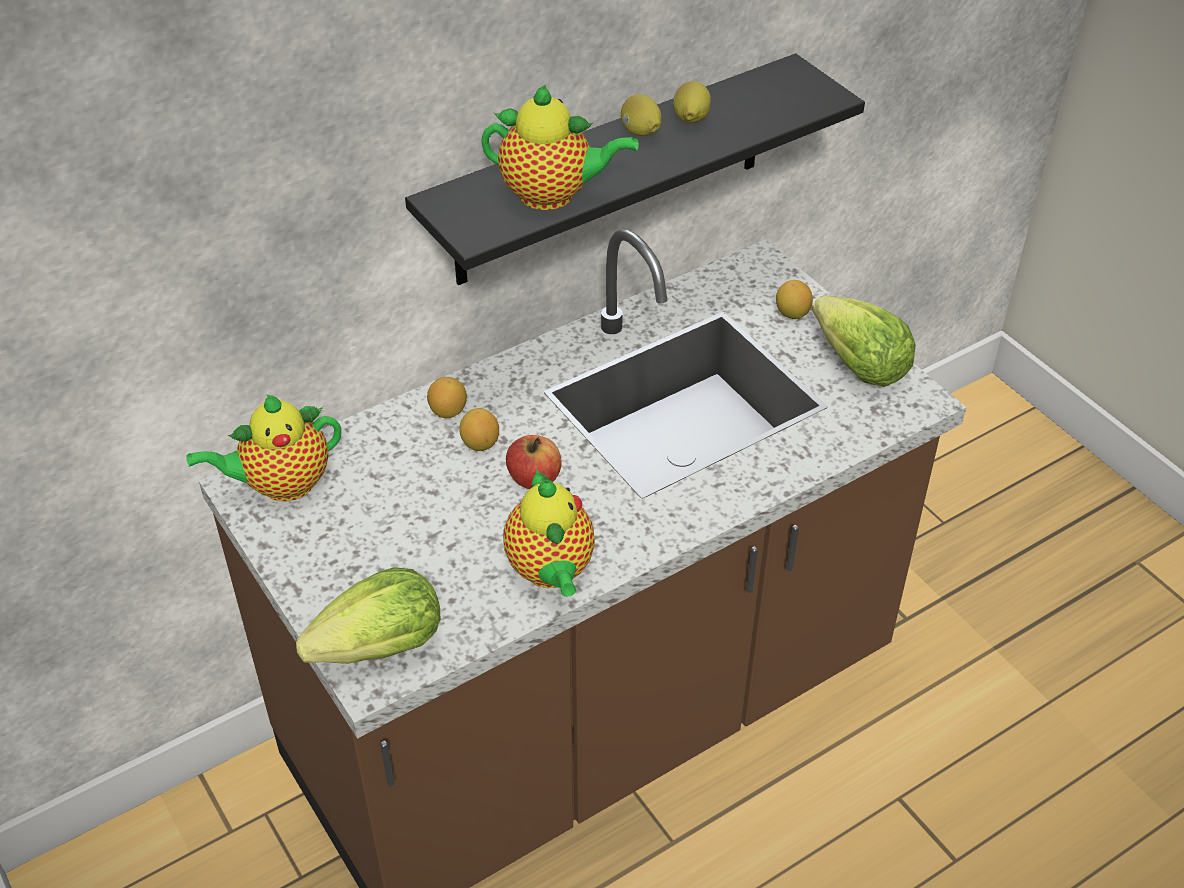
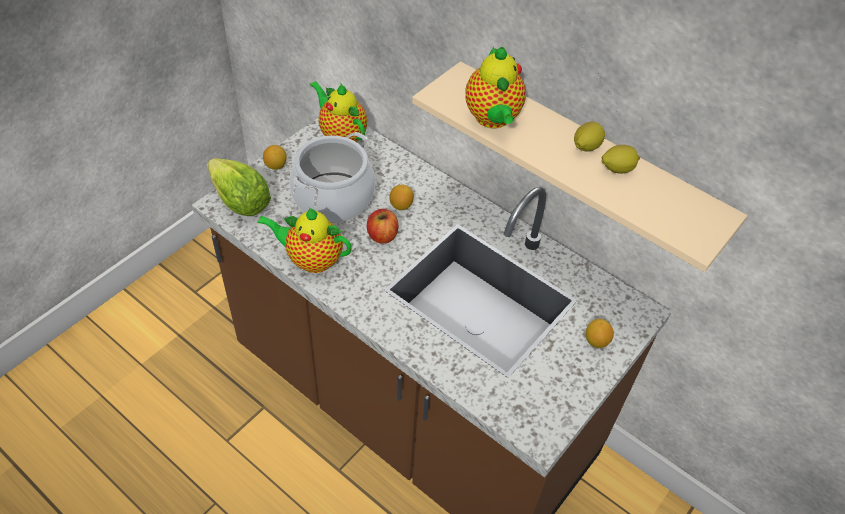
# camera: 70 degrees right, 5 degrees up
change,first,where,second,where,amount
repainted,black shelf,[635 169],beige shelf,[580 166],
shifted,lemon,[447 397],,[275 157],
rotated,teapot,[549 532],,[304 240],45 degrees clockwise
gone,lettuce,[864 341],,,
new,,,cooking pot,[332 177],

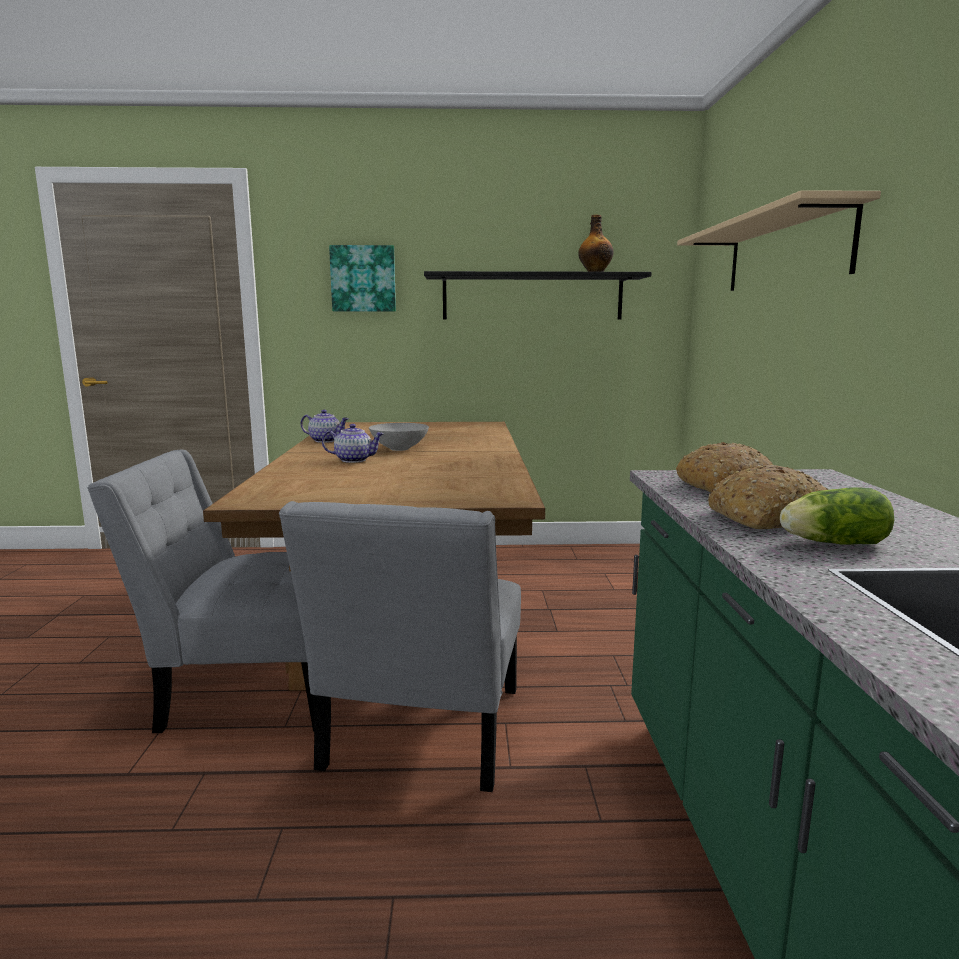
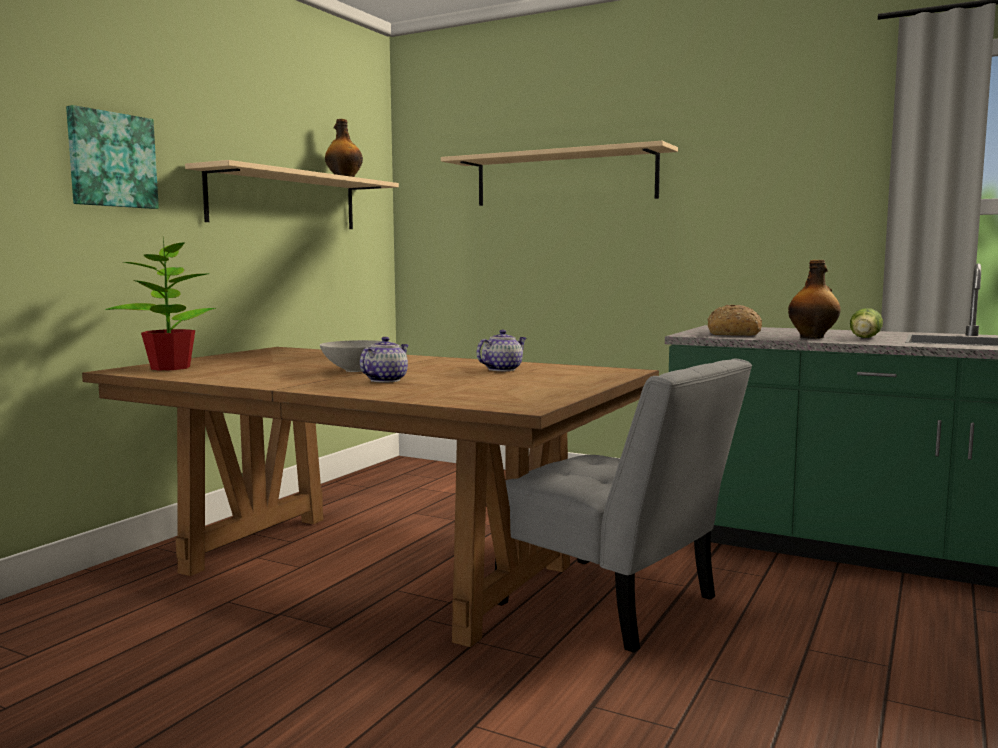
# camera: 60 degrees left, 5 degrees down
change,first,where,second,where,amount
gone,grey chair,[200 591],,,
shifted,teapot,[324 426],,[501 350],
repainted,black shelf,[538 295],beige shelf,[292 194],
swapped,bread,[768 497],bottle,[814 299],
new,,,potted plant,[160 304],

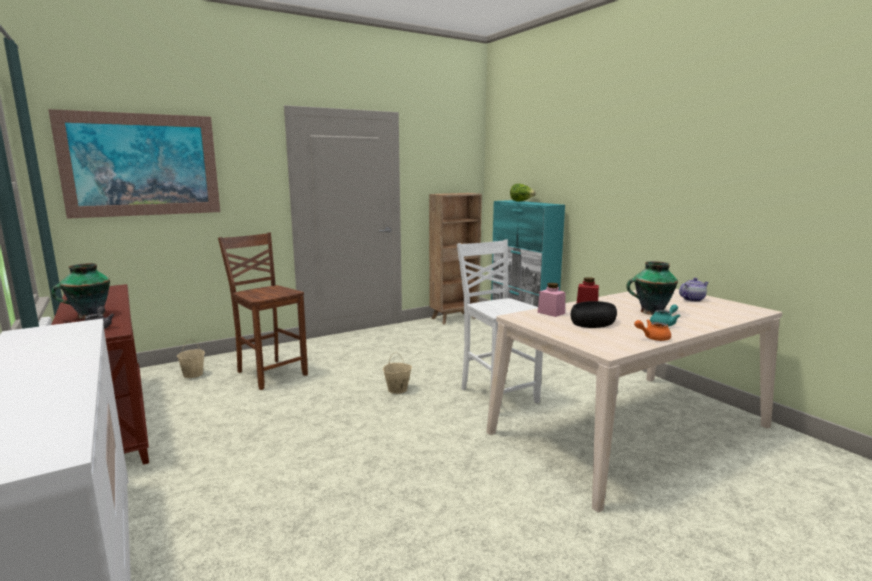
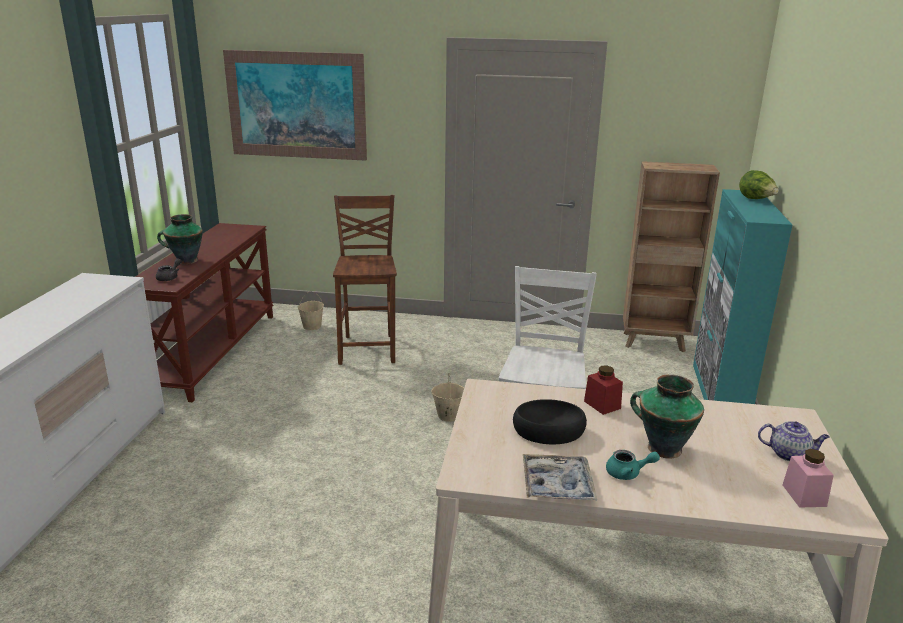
# camera: 40 degrees right, 10 degrees up
change,first,where,second,where,amount
shifted,pink jar,[551 300],,[808 478],
swapped,orange teapot,[652 330],tray,[560 477],

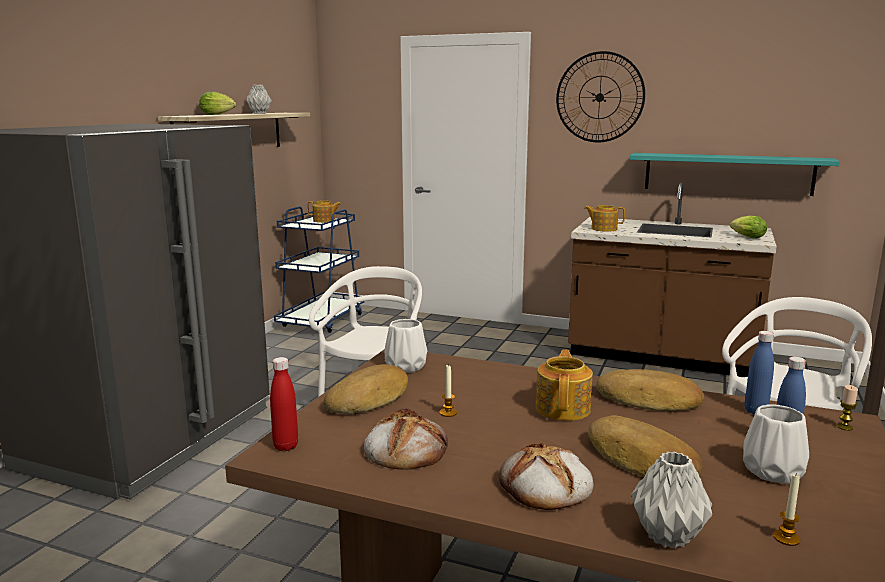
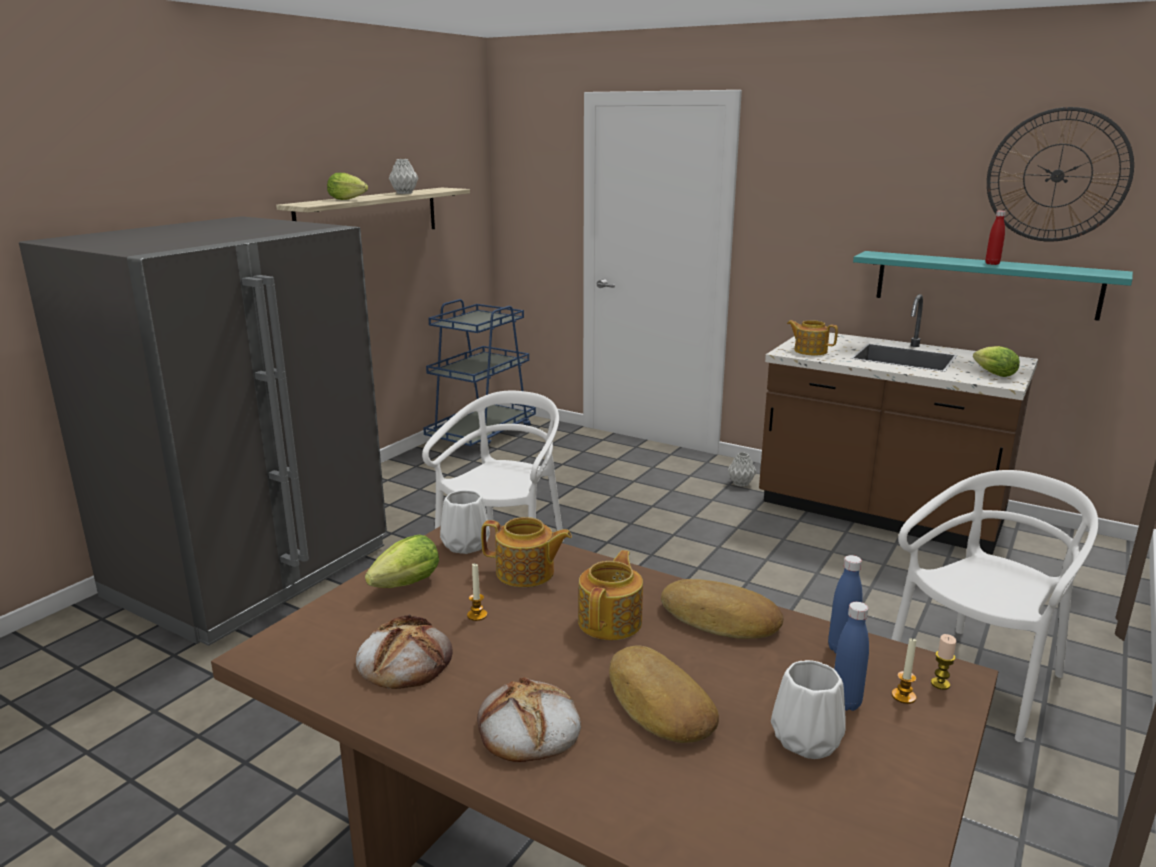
# camera: 10 degrees right, 5 degrees up
change,first,where,second,where,amount
shifted,red bottle,[284 404],,[995 238],
shifted,teapot,[324 211],,[526 552],
swapped,bread,[366 389],lettuce,[402 561],
shifted,wall clock,[600 96],,[1060 174],
shifted,grey vase,[671 499],,[742 469],
shifted,candle,[787 509],,[904 671],

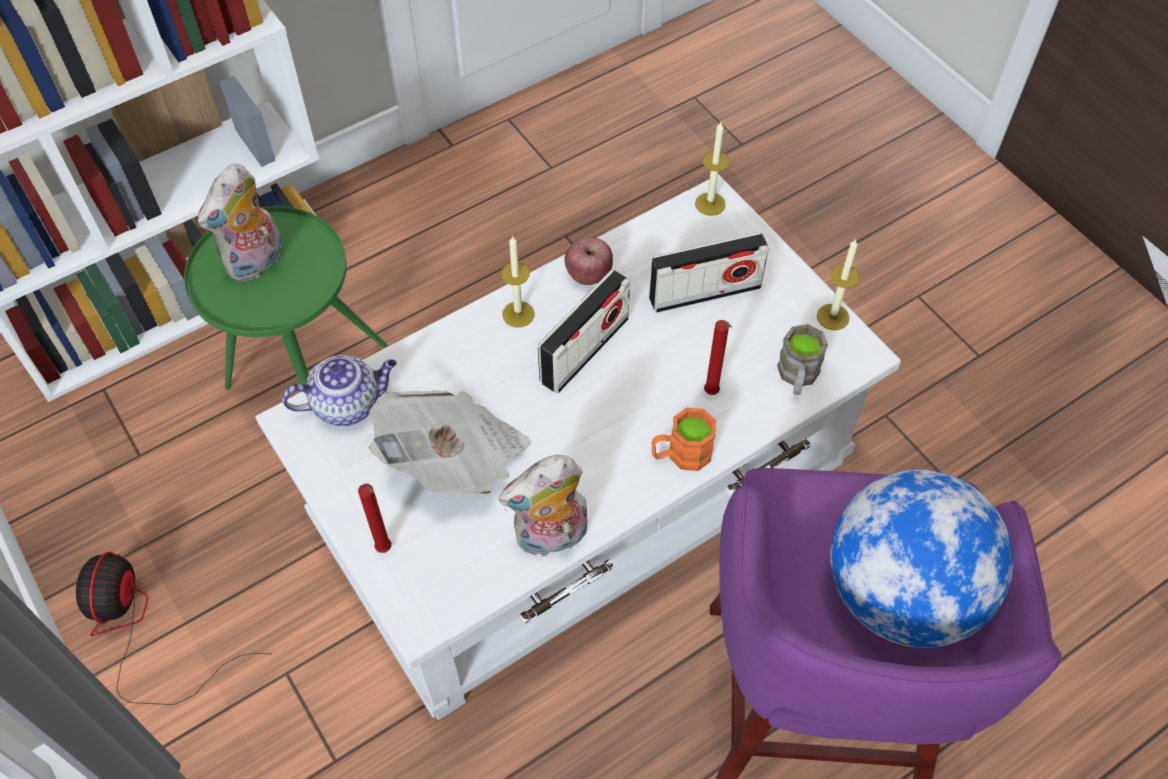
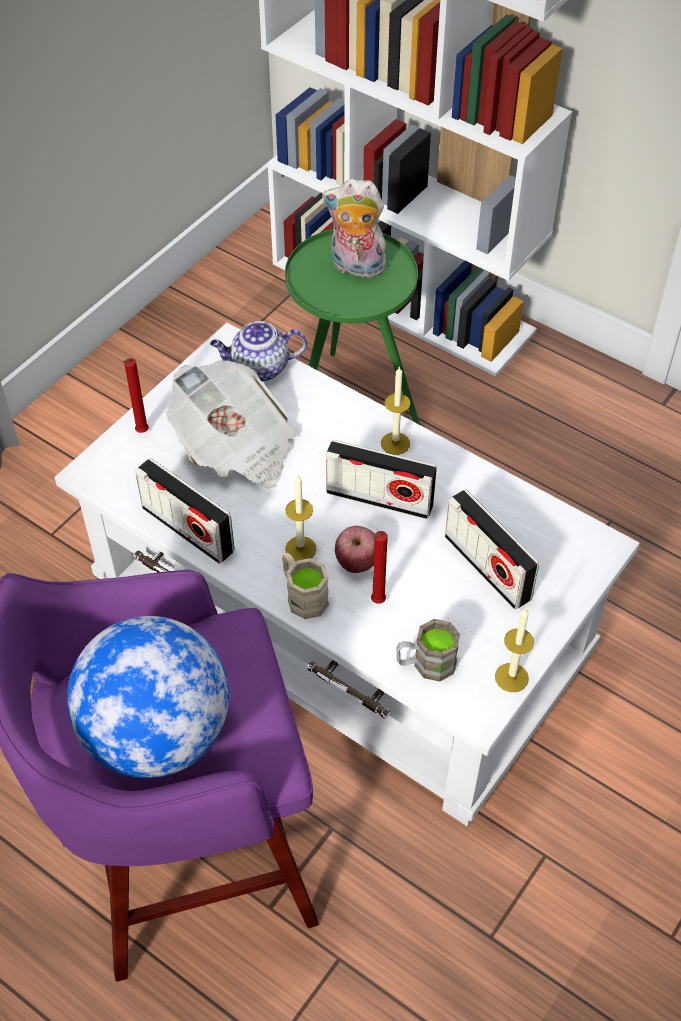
# camera: 70 degrees right, 5 degrees down
change,first,where,second,where,amount
gone,fan,[173 628],,,
rotated,teapot,[339 390],,[258 351],120 degrees clockwise
swapped,plush toy,[543 506],radio,[184 511],
shifted,apple,[588 261],,[355 549],
repainted,orange mug,[683 439],beige mug,[305 586],
shifted,candle,[712 169],,[301 518],

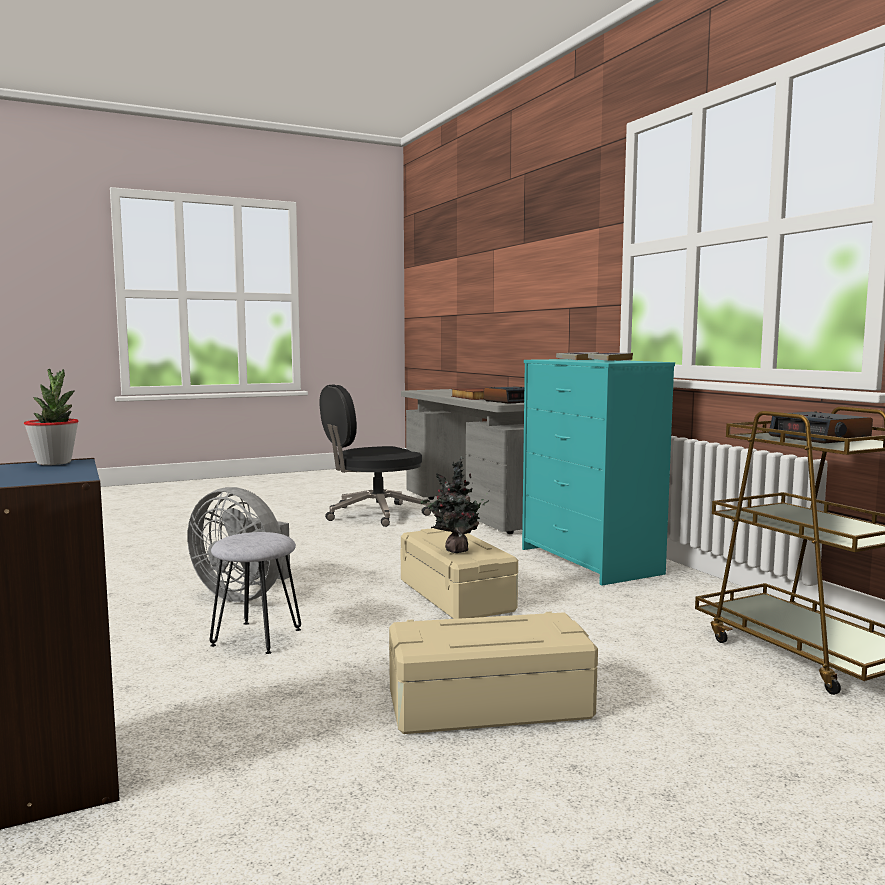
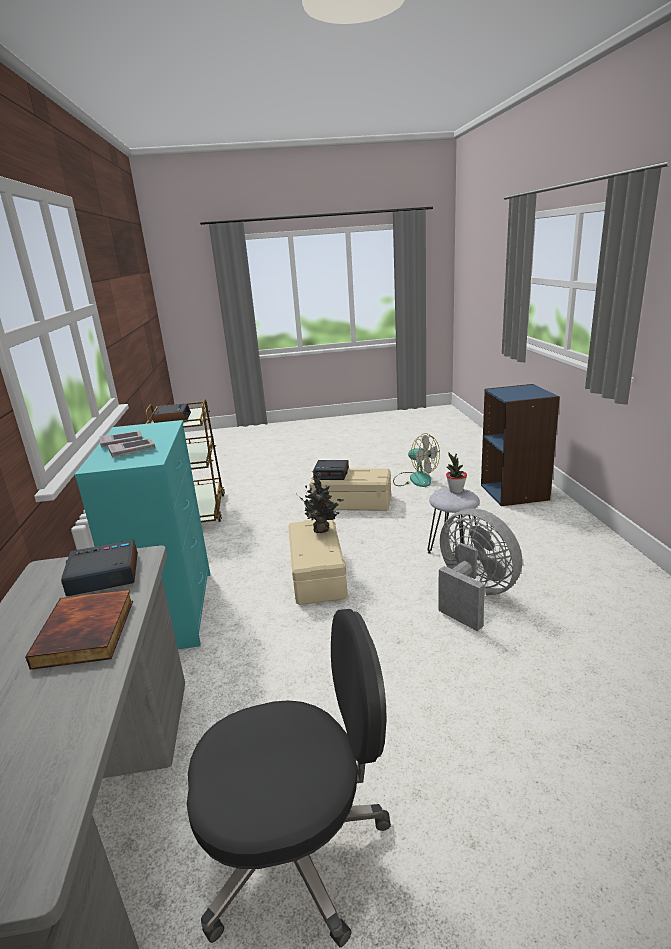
# camera: 160 degrees left, 15 degrees up
change,first,where,second,where,amount
shifted,potted plant,[51 417],,[456 473],
new,,,alarm clock,[331 470],
new,,,fan,[416 460],

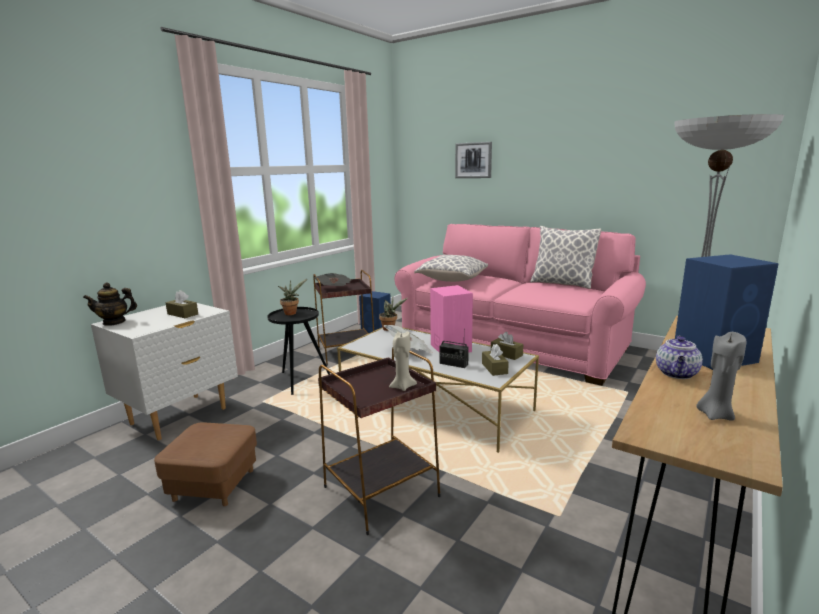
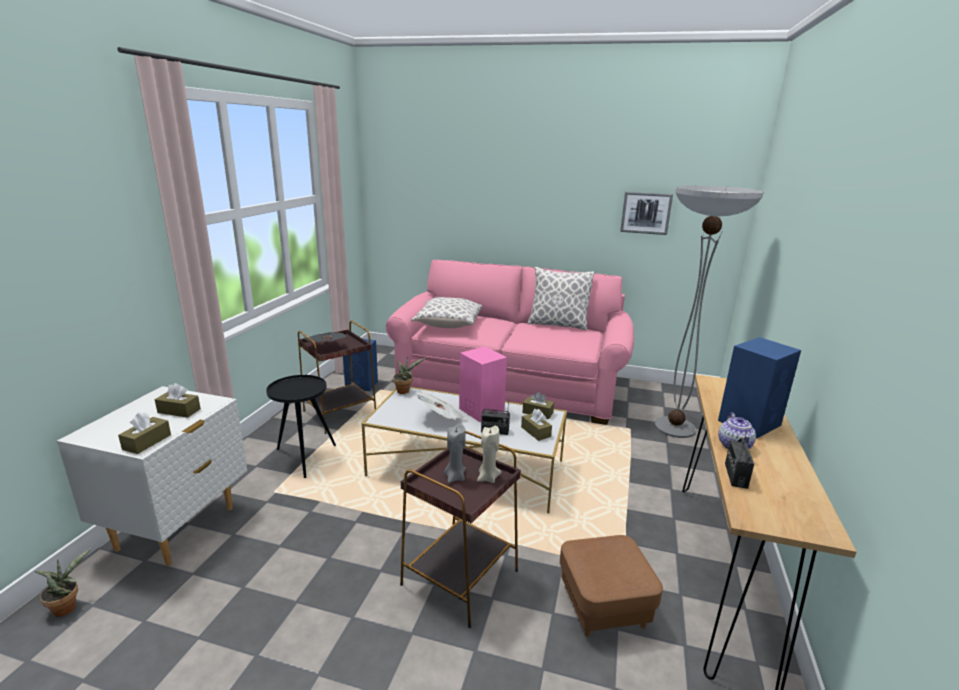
# camera: 20 degrees left, 5 degrees up
change,first,where,second,where,amount
gone,teapot,[110 304],,,
shifted,brown ottoman,[205 464],,[611 586],
shifted,potted plant,[292 297],,[62 582],
shifted,picture,[473 160],,[646 213],
shifted,grey candle,[721 376],,[455 453],
new,,,brown tissue box,[144 433],
new,,,radio,[739 460],

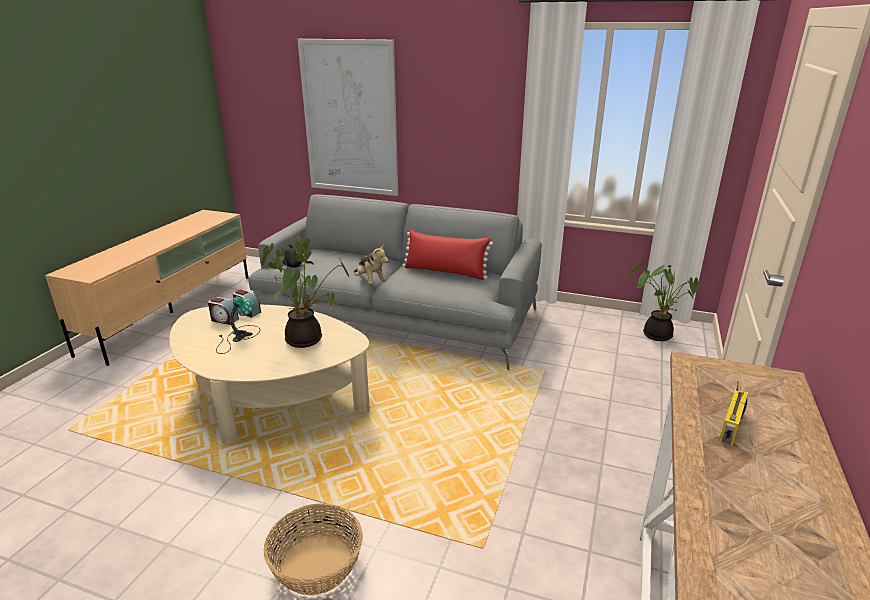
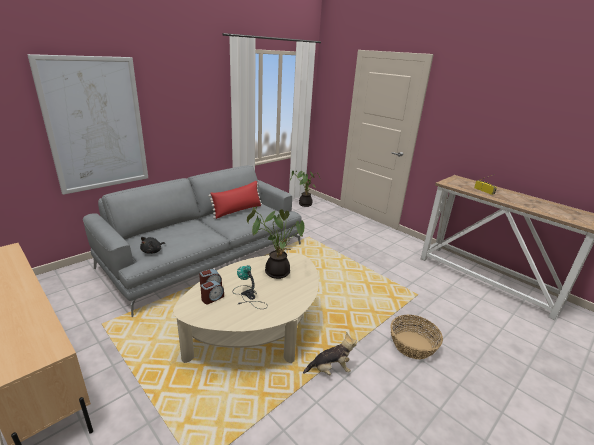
# camera: 65 degrees left, 0 degrees up
change,first,where,second,where,amount
shifted,plush toy,[371 264],,[330 354],

